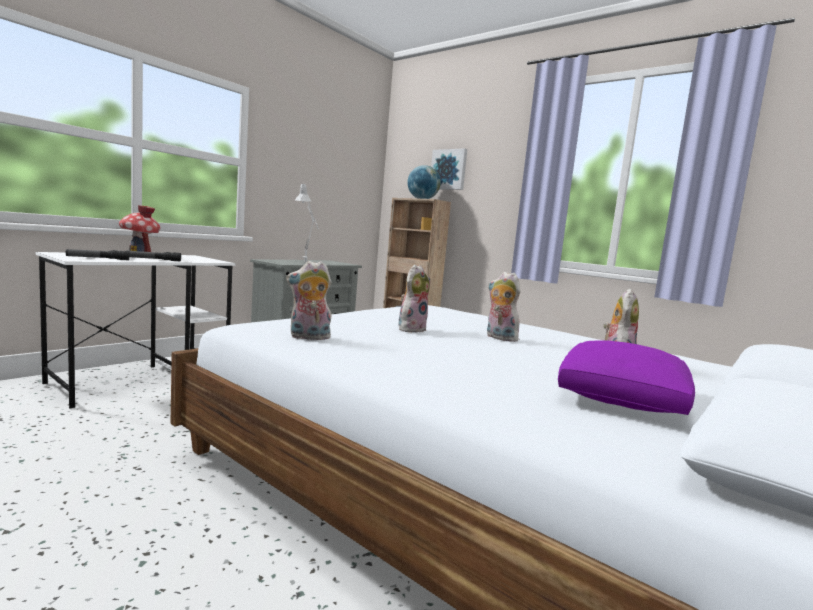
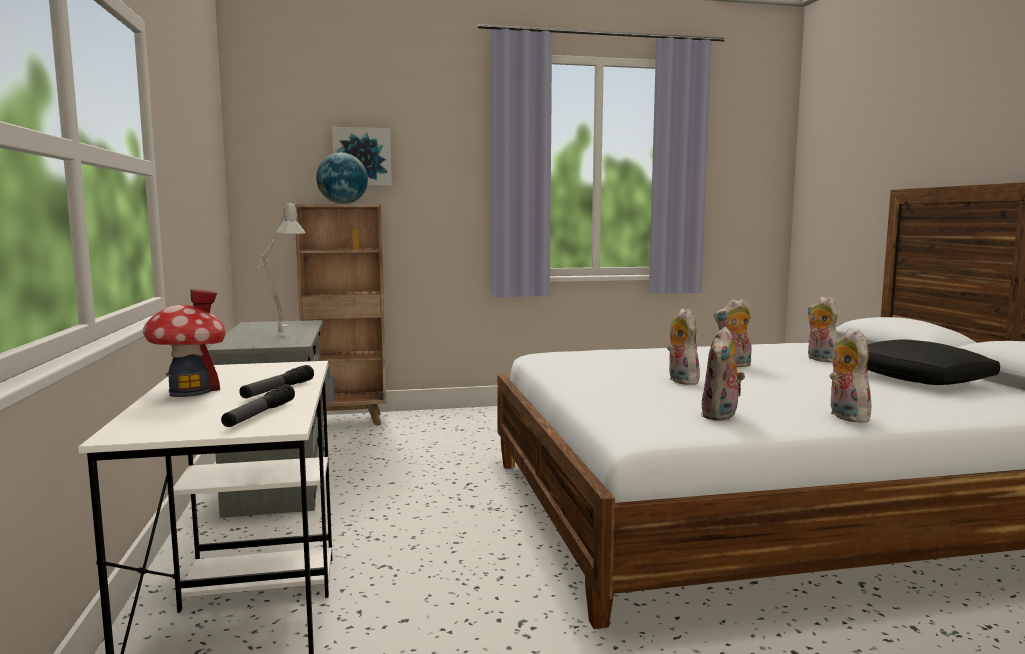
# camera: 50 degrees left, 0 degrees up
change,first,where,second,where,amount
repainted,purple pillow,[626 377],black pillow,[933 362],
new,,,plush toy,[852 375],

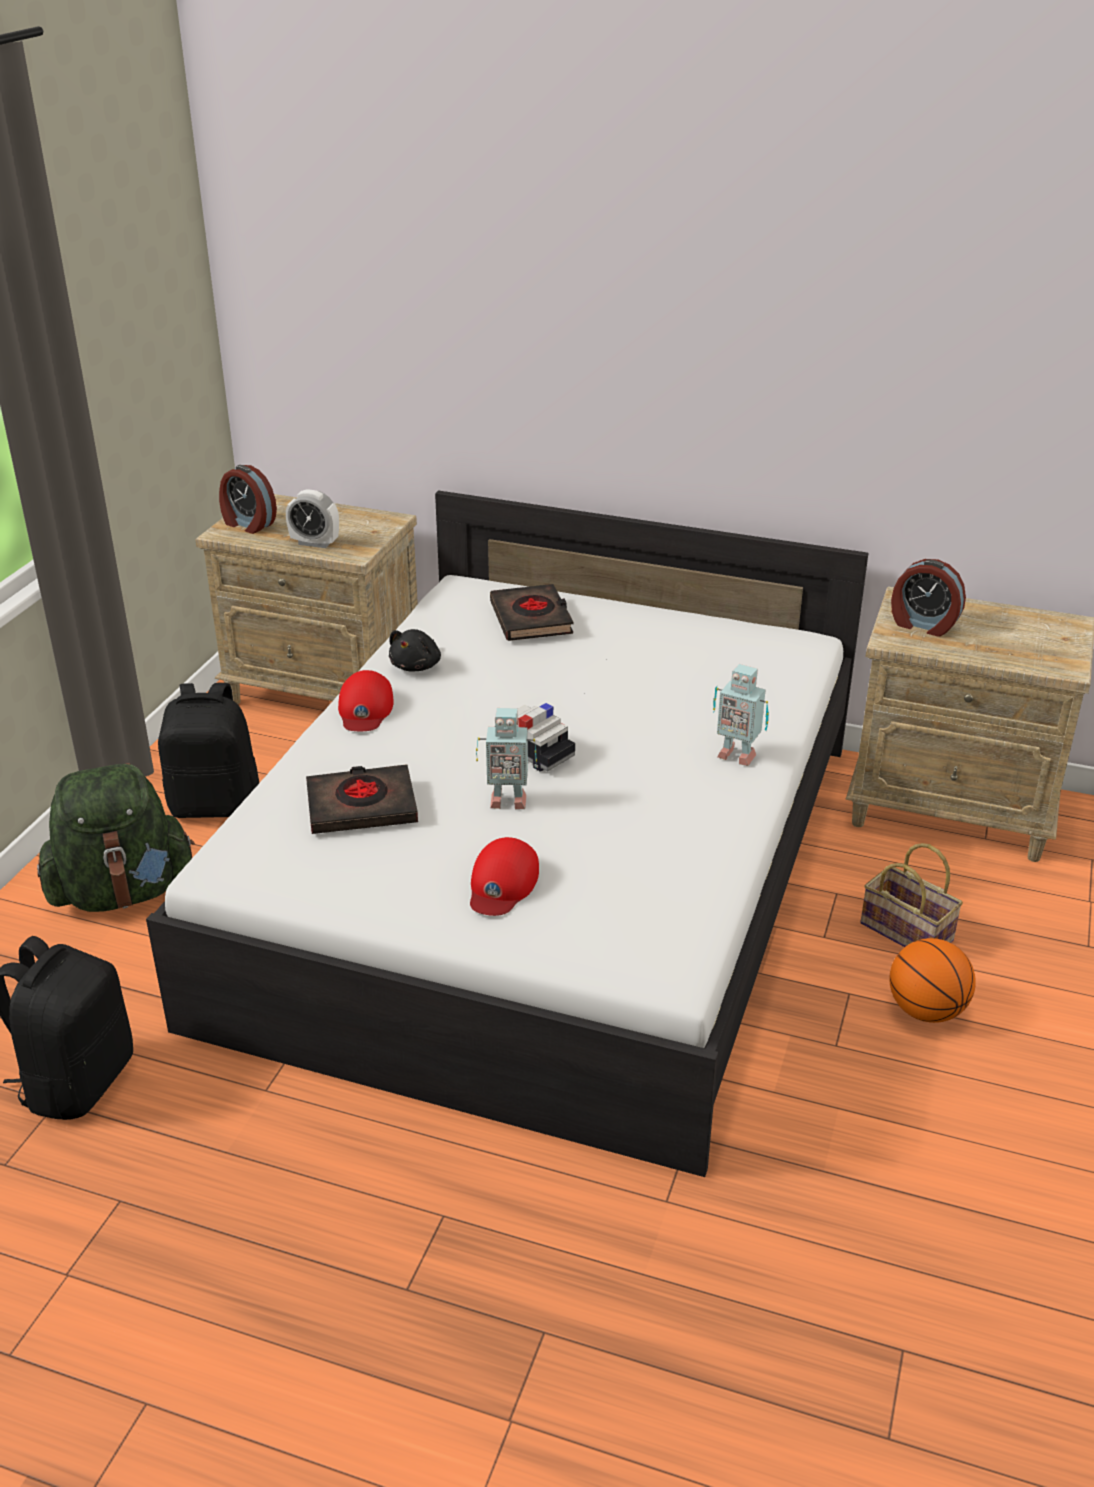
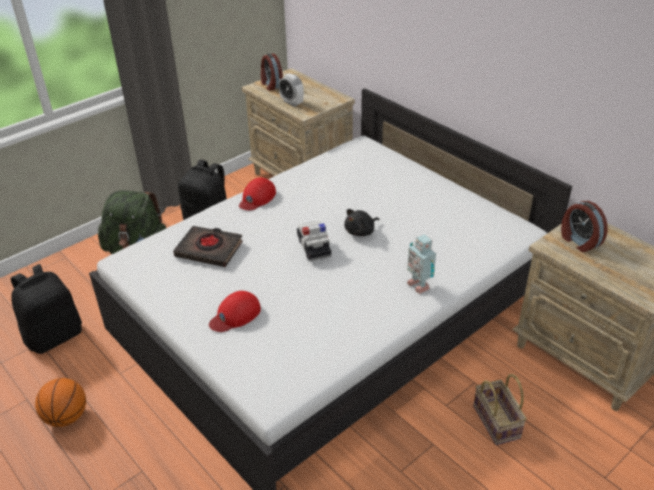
# camera: 30 degrees right, 5 degrees up
change,first,where,second,where,amount
shifted,black plush toy,[415 650],,[361 222],
gone,toy robot,[506 759],,,
gone,black book,[532 612],,,
shifted,basketball,[932 980],,[60 402],

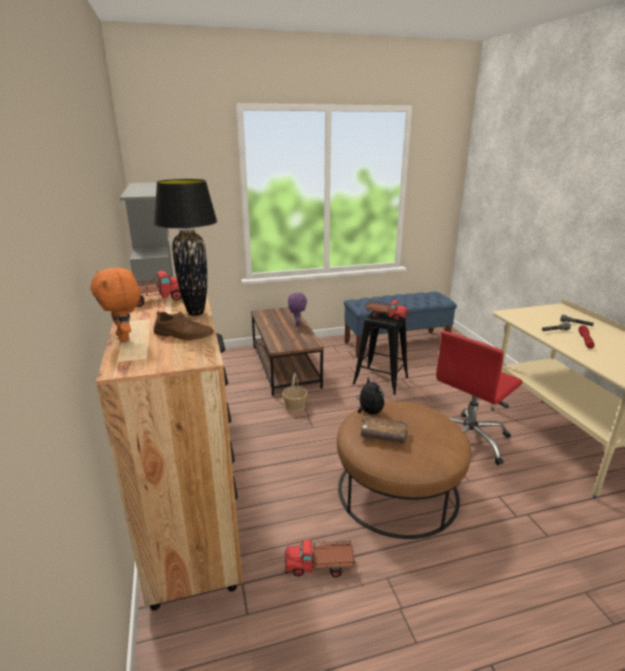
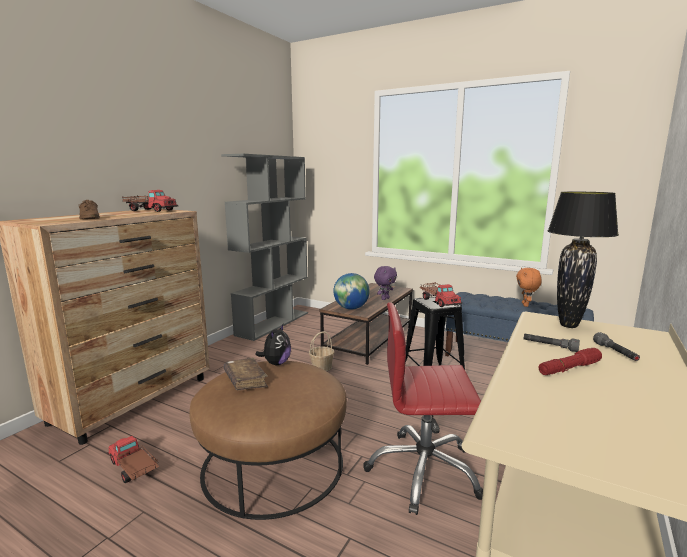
# camera: 45 degrees right, 10 degrees down
change,first,where,second,where,amount
shifted,orange plush toy,[115 305],,[529 287],
shifted,black table lamp,[185 247],,[583 260],
new,,,globe,[351 291],

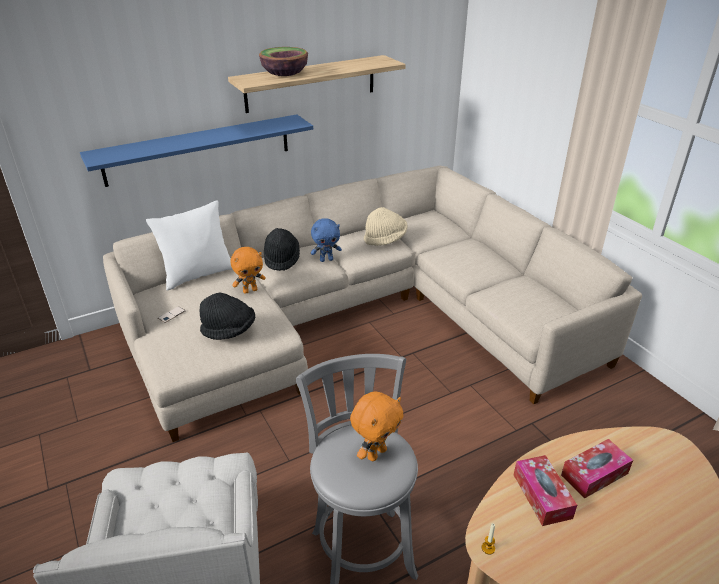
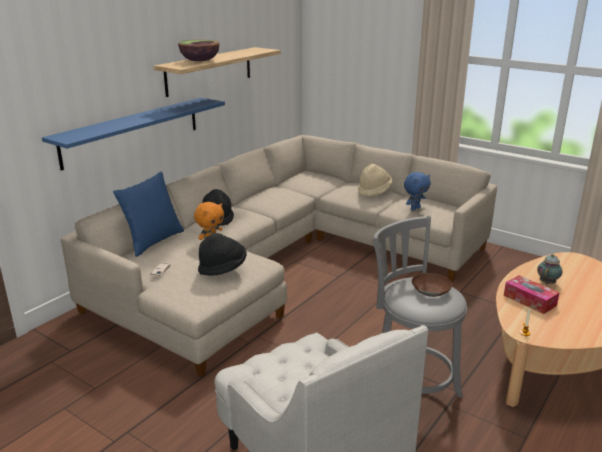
# camera: 25 degrees left, 10 degrees down
change,first,where,second,where,amount
repainted,white pillow,[189 245],blue pillow,[148 214],
shifted,blue plush toy,[326 240],,[417 191],
swapped,orange plush toy,[377 426],brown bowl,[432 285],
shifted,beige hat,[385 226],,[375 180],
swapped,tissue box,[597 468],teapot,[549 269],

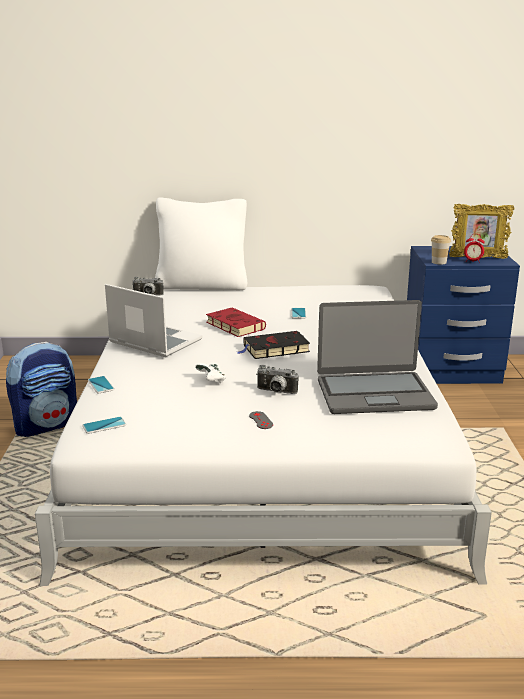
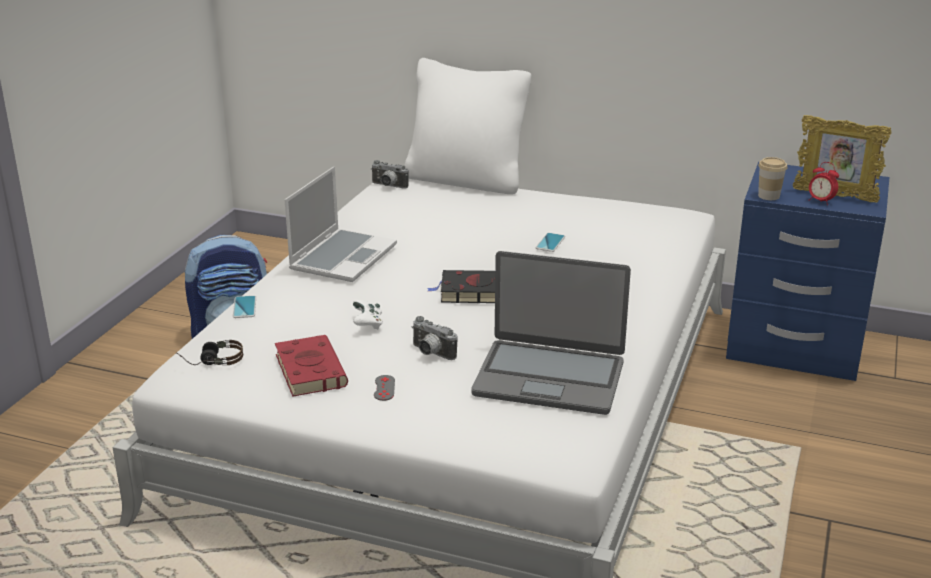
# camera: 20 degrees right, 5 degrees up
change,first,where,second,where,amount
swapped,phone,[104 425],headphones,[209 352],
rotated,laptop,[154 320],,[340 224],60 degrees clockwise
shifted,red book,[236 322],,[311 366],

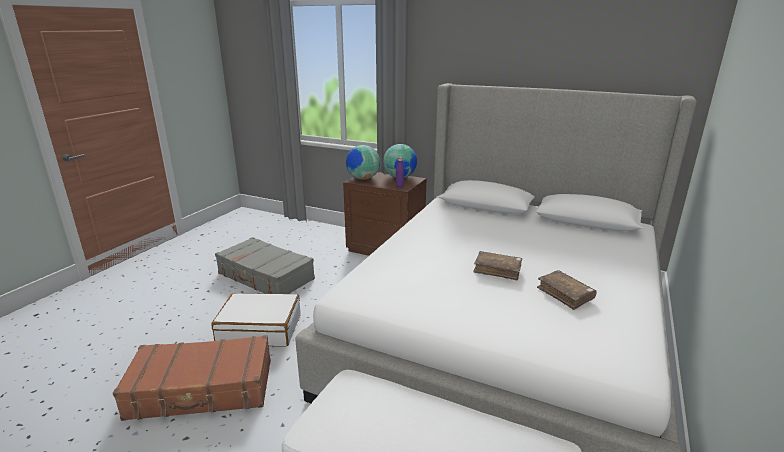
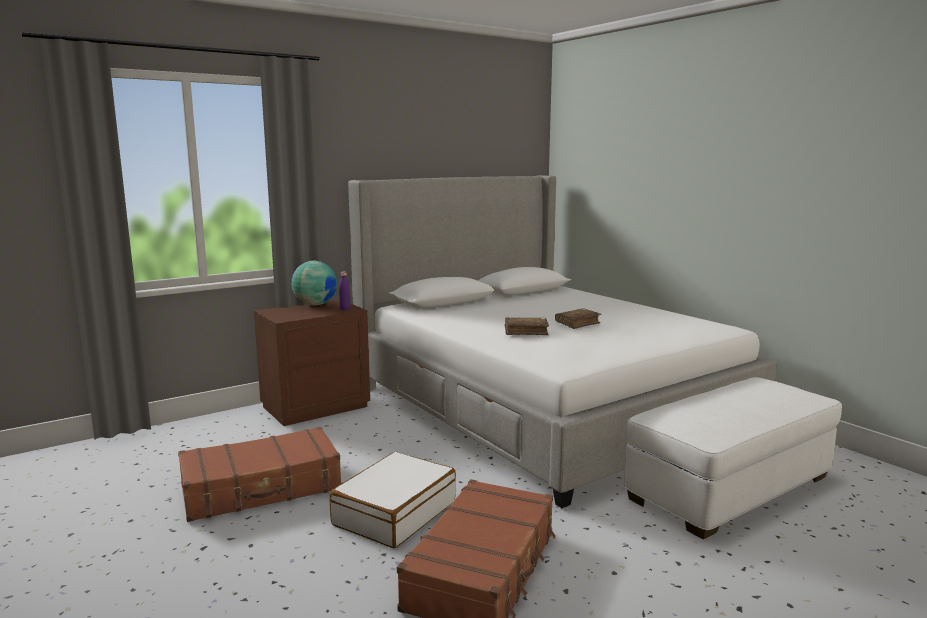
# camera: 60 degrees left, 10 degrees down
change,first,where,second,where,amount
repainted,grey suitcase,[265 265],brown suitcase,[259 474],
gone,globe,[363 162],,,
shifted,brown book,[567 290],,[527 326],

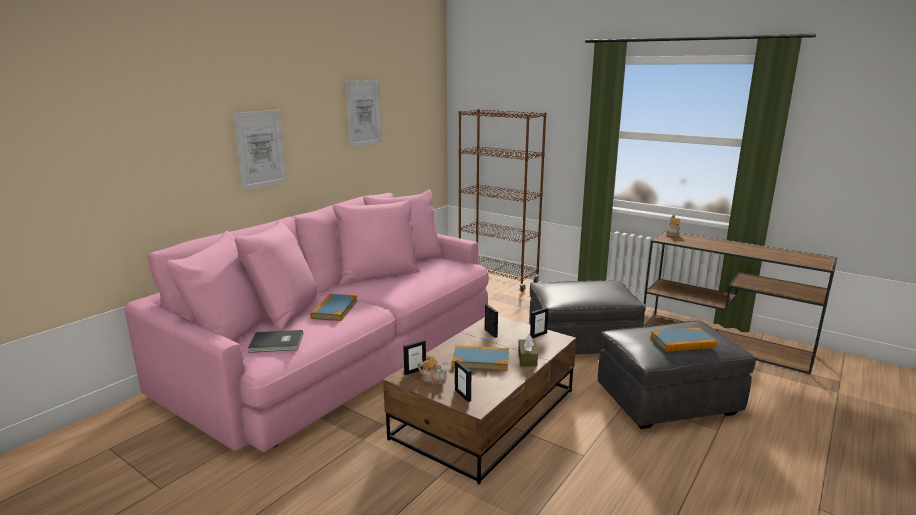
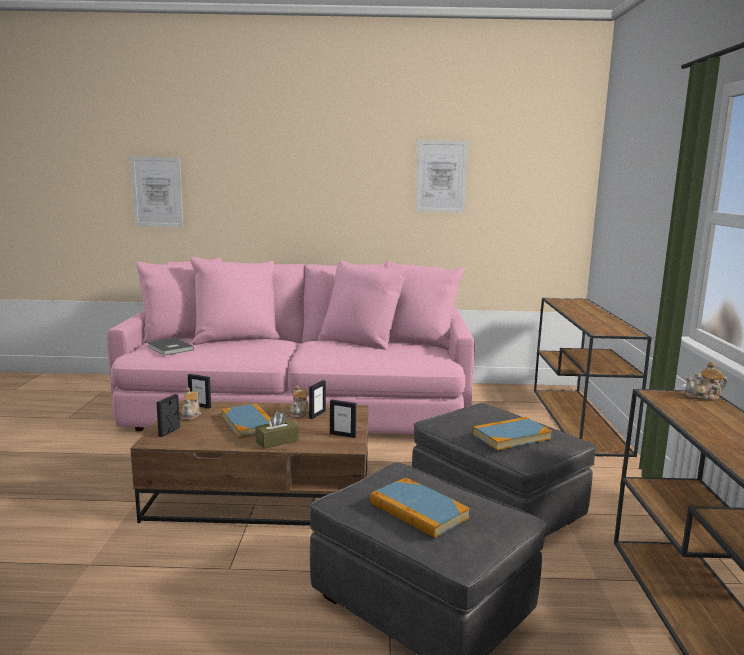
# camera: 55 degrees right, 5 degrees down
change,first,where,second,where,amount
shifted,picture,[260 150],,[156 191],
shifted,book,[334 307],,[512 433],
swapped,brown bookcase,[503 200],brown console table,[593 377],
new,,,teapot,[299 401],

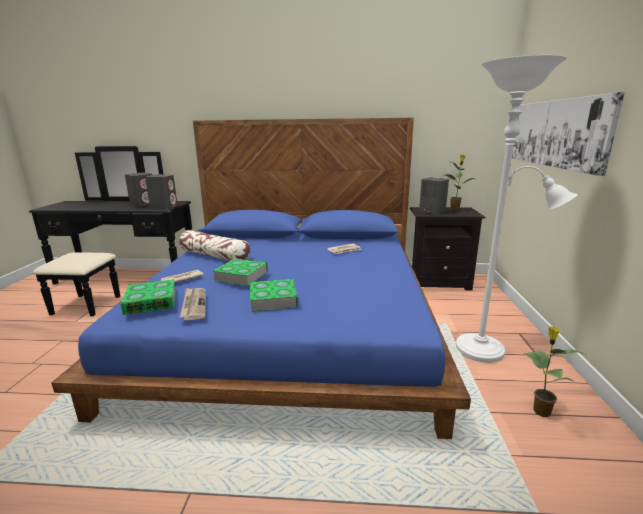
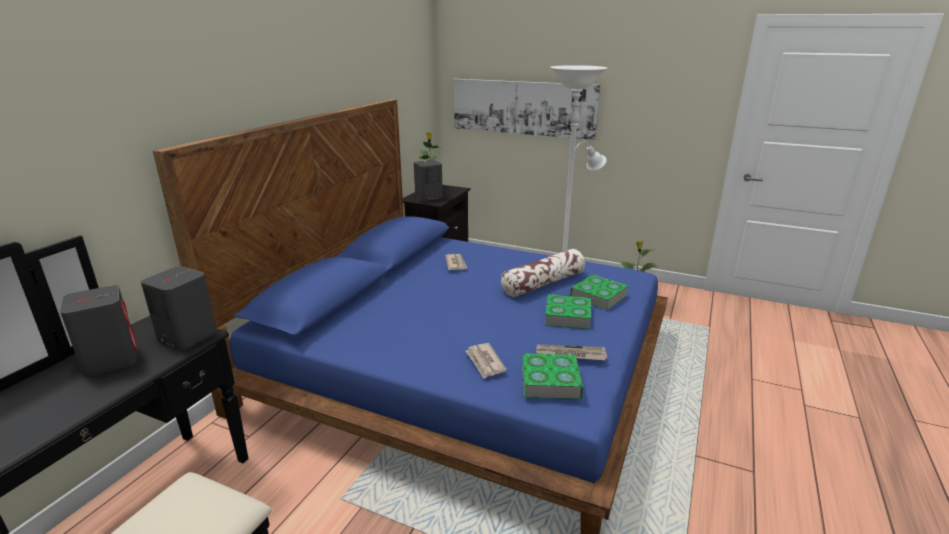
# camera: 70 degrees left, 5 degrees up
change,first,where,second,where,amount
shifted,pillow,[214 245],,[543 273],
shifted,book,[240 272],,[599 292],

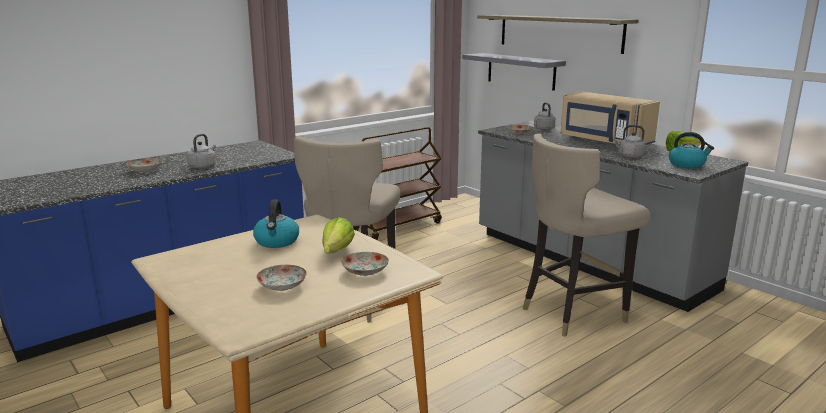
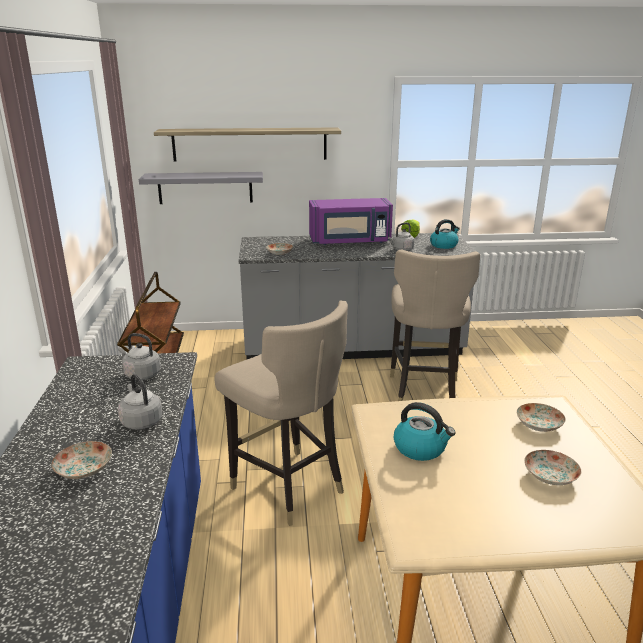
# camera: 55 degrees left, 5 degrees up
change,first,where,second,where,amount
gone,lettuce,[339 235],,,
shifted,grey kettle,[545 116],,[139 356],
repainted,beige microwave,[610 118],purple microwave,[351 221],

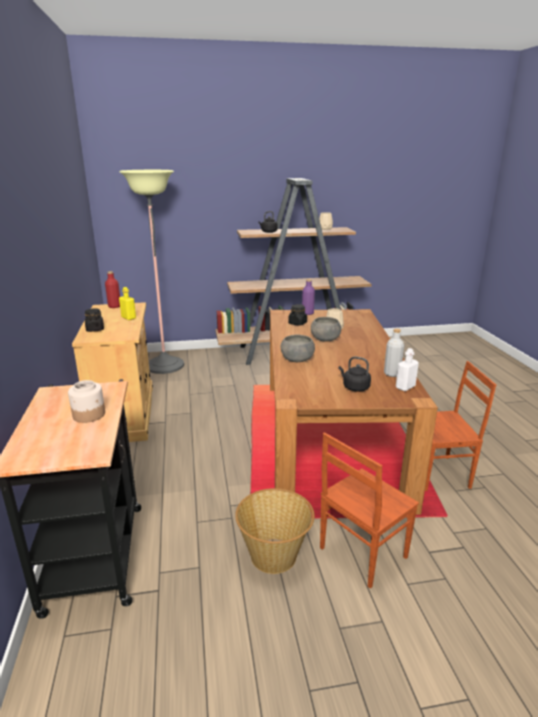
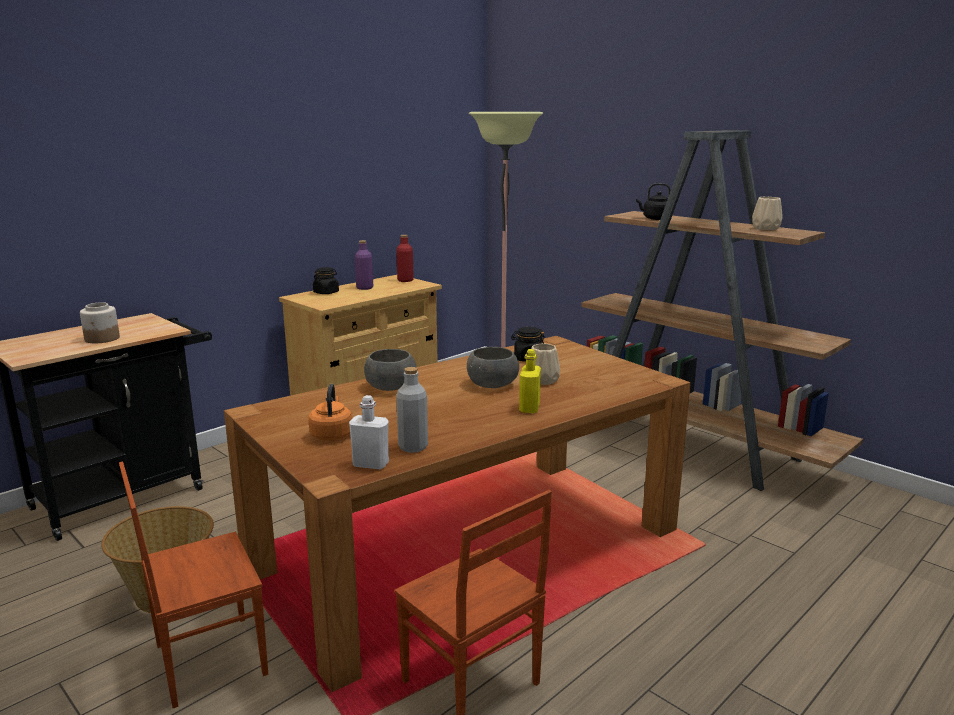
# camera: 55 degrees right, 5 degrees down
change,first,where,second,where,amount
shifted,yellow bottle,[127 303],,[530 381],
shifted,purple bottle,[308 297],,[364 265],
rotated,brown chair,[369 510],,[193 585],45 degrees counterclockwise
repainted,black kettle,[355 374],orange kettle,[330 412],

